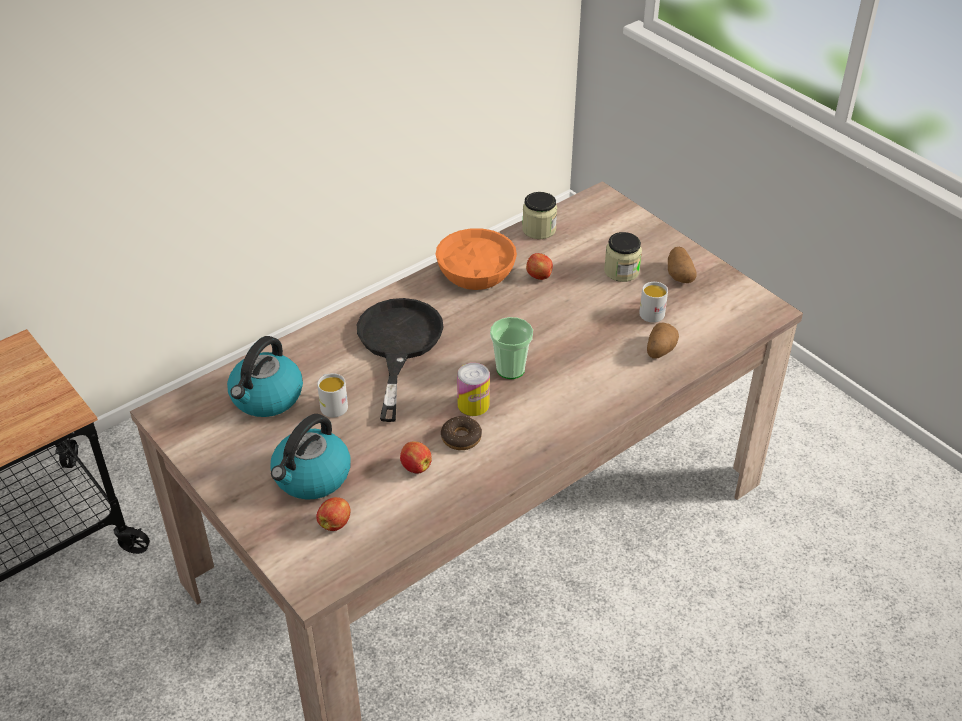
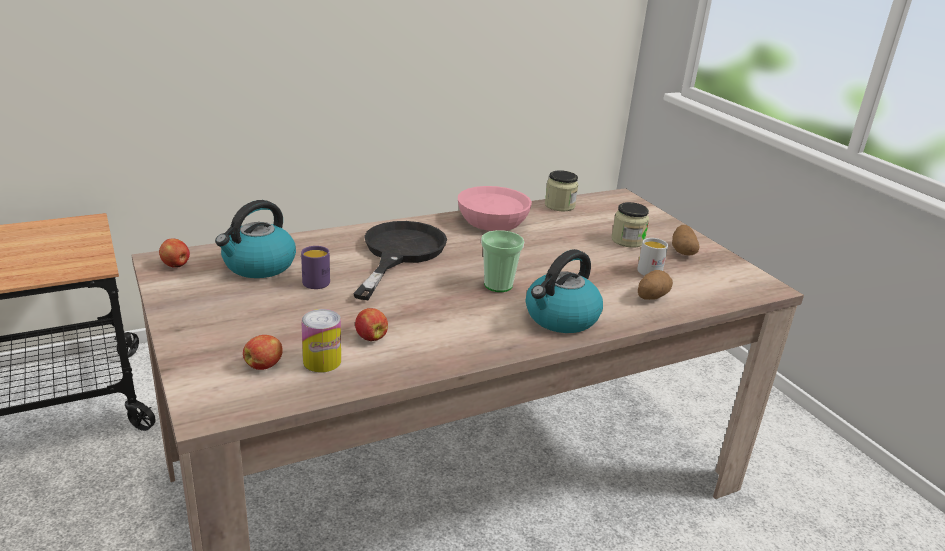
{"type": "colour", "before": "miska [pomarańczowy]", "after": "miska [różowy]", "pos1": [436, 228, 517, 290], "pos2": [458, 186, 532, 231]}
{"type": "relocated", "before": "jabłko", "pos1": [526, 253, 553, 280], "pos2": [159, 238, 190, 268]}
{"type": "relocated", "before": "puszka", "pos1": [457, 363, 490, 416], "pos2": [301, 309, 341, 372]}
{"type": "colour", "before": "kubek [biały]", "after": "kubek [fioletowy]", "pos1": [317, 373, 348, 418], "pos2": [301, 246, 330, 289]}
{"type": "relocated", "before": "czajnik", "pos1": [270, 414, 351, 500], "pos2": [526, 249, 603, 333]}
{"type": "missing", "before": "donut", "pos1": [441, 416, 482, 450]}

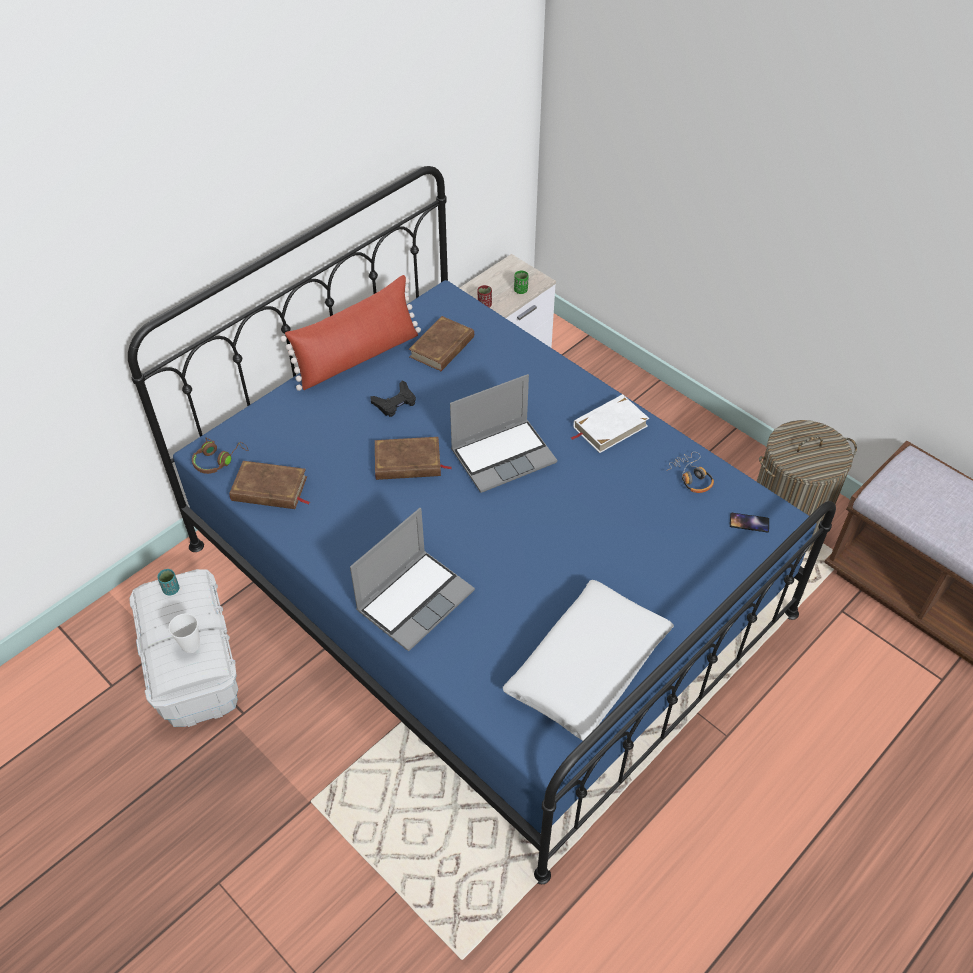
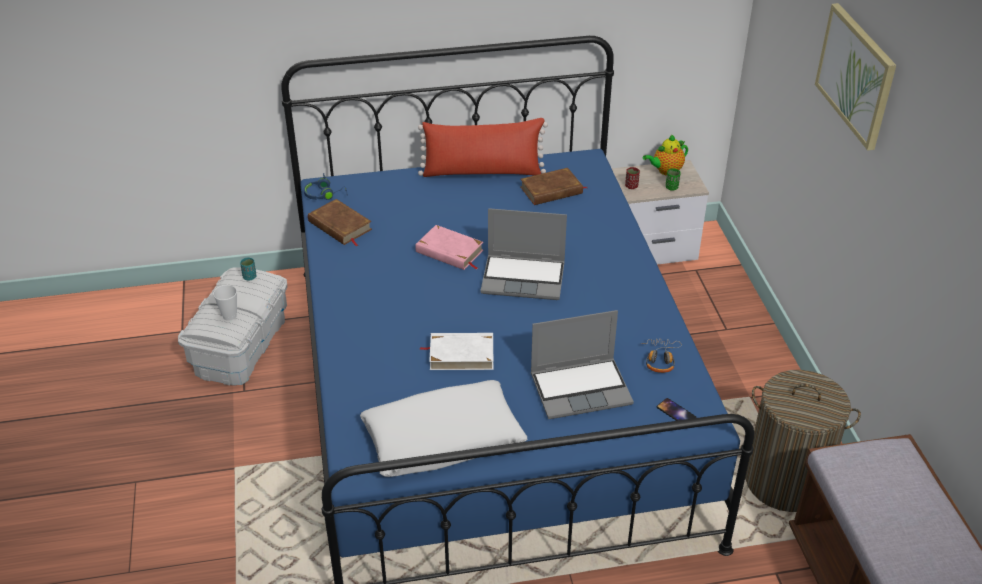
{"type": "missing", "before": "pad do gier [czarny]", "pos1": [370, 381, 416, 417]}
{"type": "relocated", "before": "książka [biały]", "pos1": [571, 394, 649, 453], "pos2": [420, 333, 493, 370]}
{"type": "colour", "before": "słuchawki [brązowy]", "after": "słuchawki [niebieski]", "pos1": [192, 437, 249, 474], "pos2": [304, 173, 348, 200]}
{"type": "colour", "before": "książka [brązowy]", "after": "książka [różowy]", "pos1": [375, 437, 452, 480], "pos2": [415, 225, 483, 270]}
{"type": "relocated", "before": "laptop", "pos1": [350, 508, 475, 651], "pos2": [531, 310, 634, 419]}
{"type": "appeared", "after": "obraz", "pos2": [815, 3, 896, 150]}
{"type": "appeared", "after": "imbryk", "pos2": [643, 134, 688, 176]}

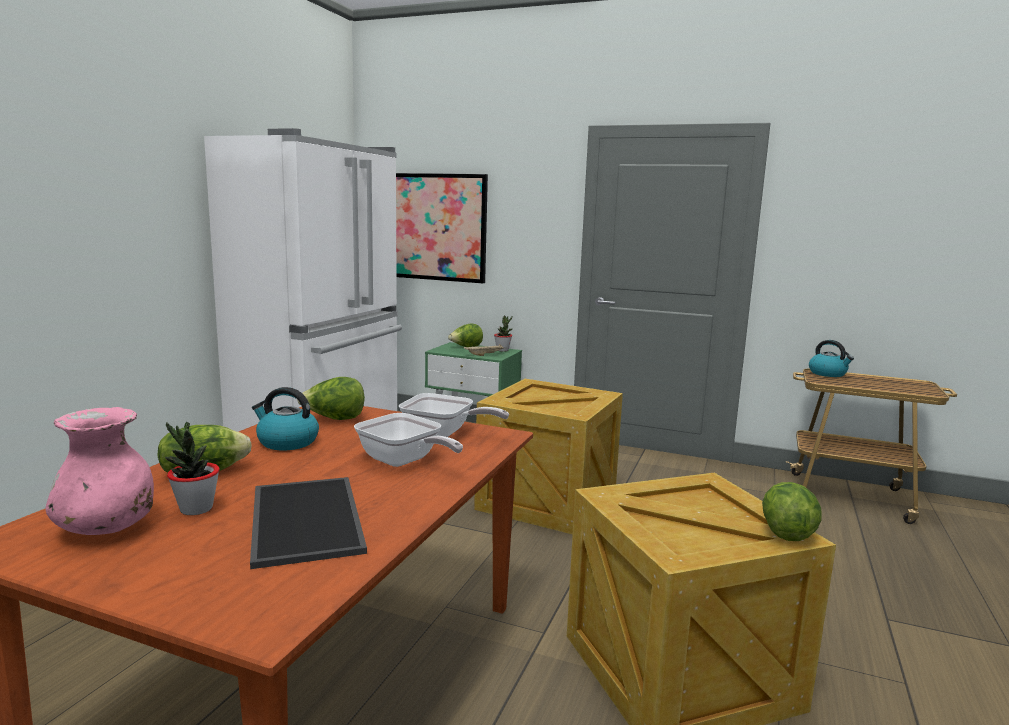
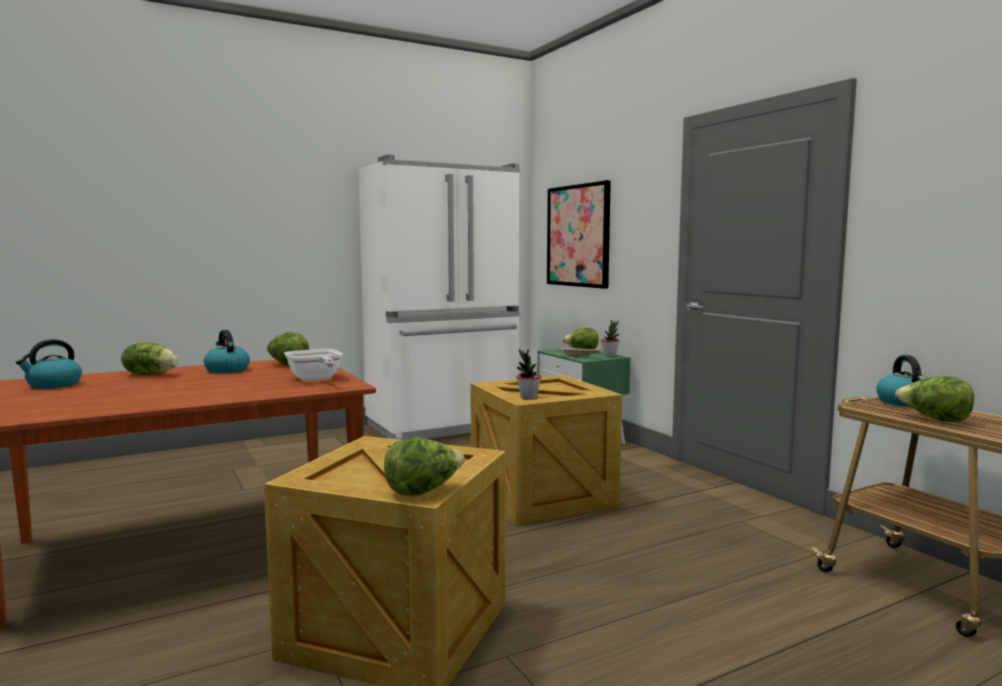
{"type": "exchanged", "before": "wazon [różowy]", "after": "czajnik", "pos1": [45, 407, 154, 535], "pos2": [16, 339, 82, 388]}
{"type": "missing", "before": "patelnia", "pos1": [354, 413, 463, 467]}
{"type": "relocated", "before": "roślina doniczkowa", "pos1": [165, 422, 220, 515], "pos2": [516, 349, 541, 399]}
{"type": "missing", "before": "taca", "pos1": [250, 477, 367, 569]}
{"type": "appeared", "after": "sałata", "pos2": [895, 376, 974, 422]}

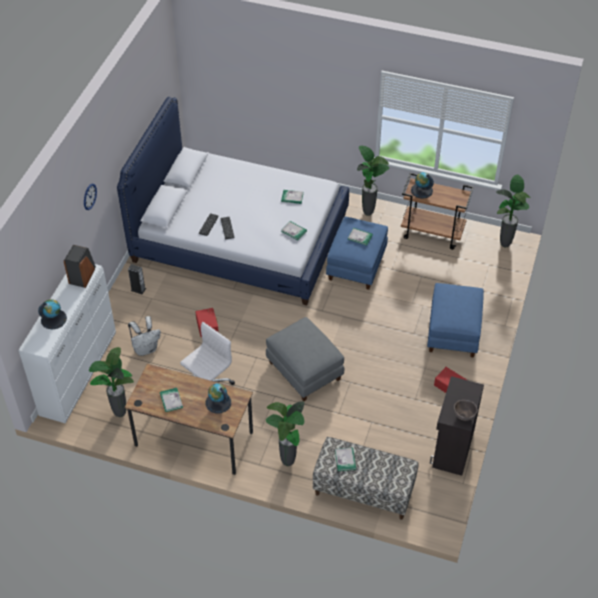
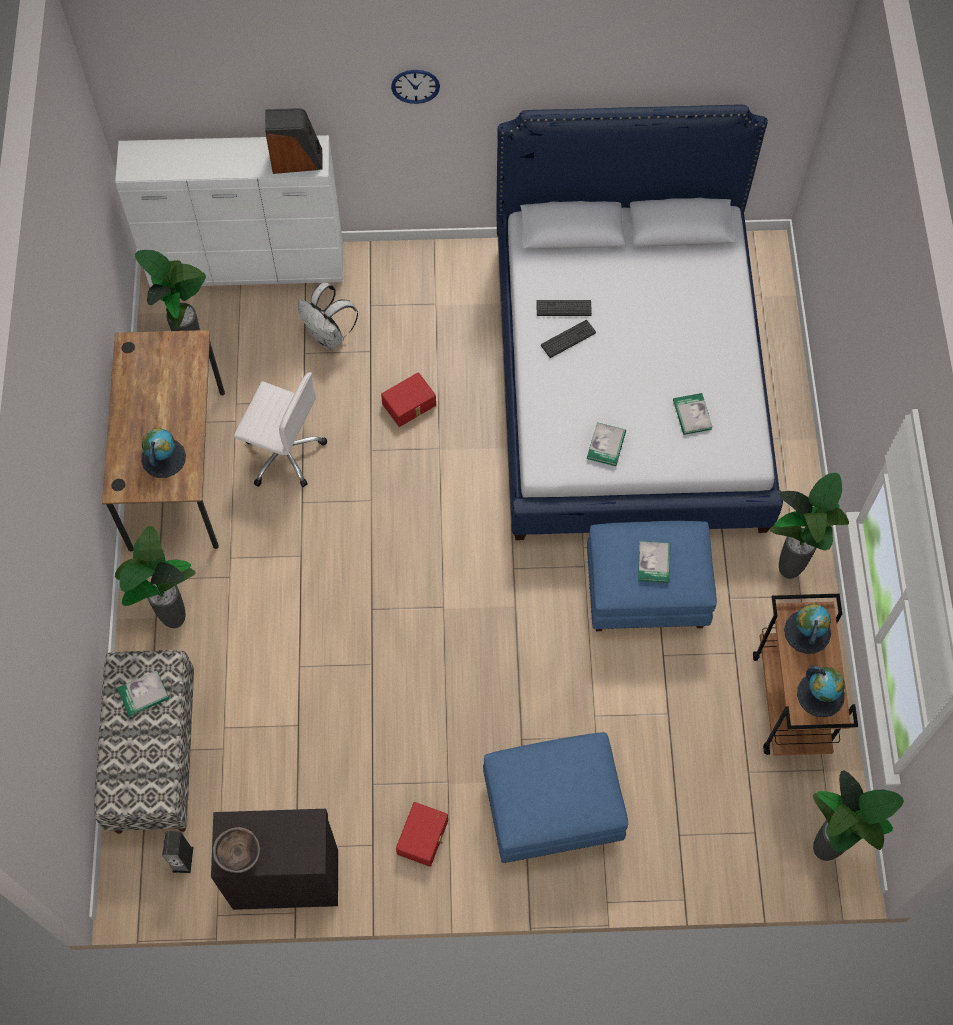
{"type": "relocated", "before": "głośnik", "pos1": [128, 264, 146, 294], "pos2": [162, 831, 193, 873]}
{"type": "relocated", "before": "globus", "pos1": [38, 299, 67, 329], "pos2": [797, 666, 845, 718]}
{"type": "missing", "before": "pufa [szary]", "pos1": [266, 317, 344, 401]}
{"type": "missing", "before": "książka", "pos1": [160, 388, 183, 412]}

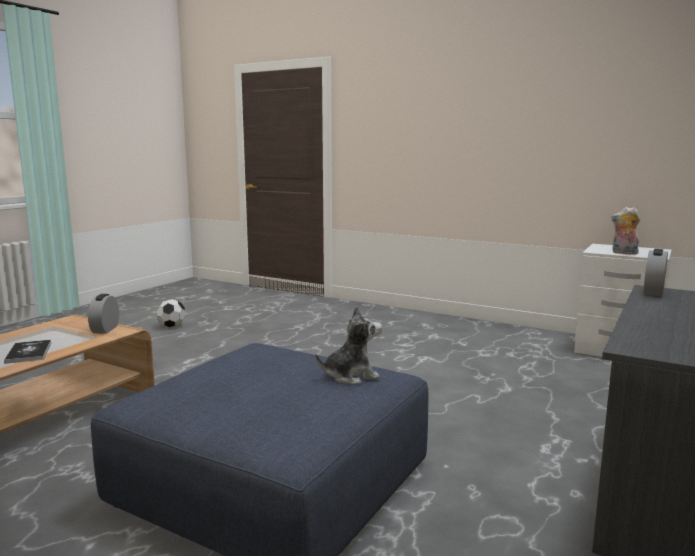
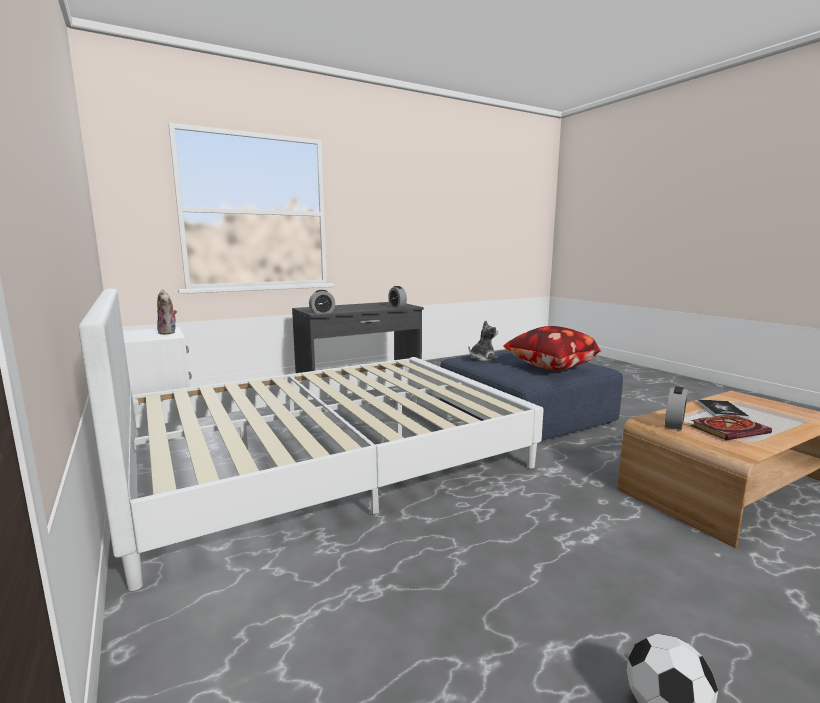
{"type": "spun", "before": "pluszak", "pos1": [315, 306, 382, 384], "pos2": [469, 320, 498, 361], "turn": 135}
{"type": "appeared", "after": "budzik", "pos2": [388, 286, 407, 308]}
{"type": "appeared", "after": "łóżko [biały]", "pos2": [79, 289, 544, 591]}
{"type": "appeared", "after": "poduszka", "pos2": [503, 326, 601, 370]}
{"type": "appeared", "after": "książka", "pos2": [690, 414, 772, 440]}

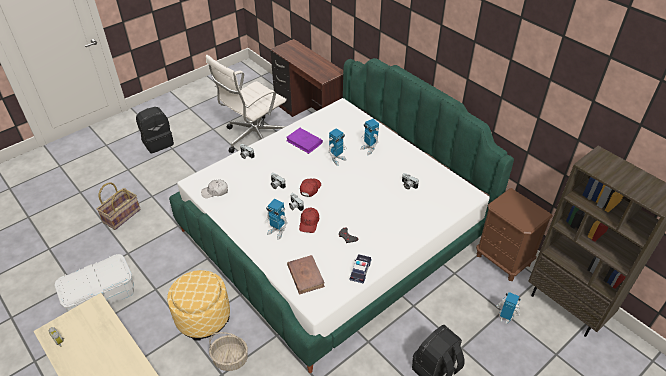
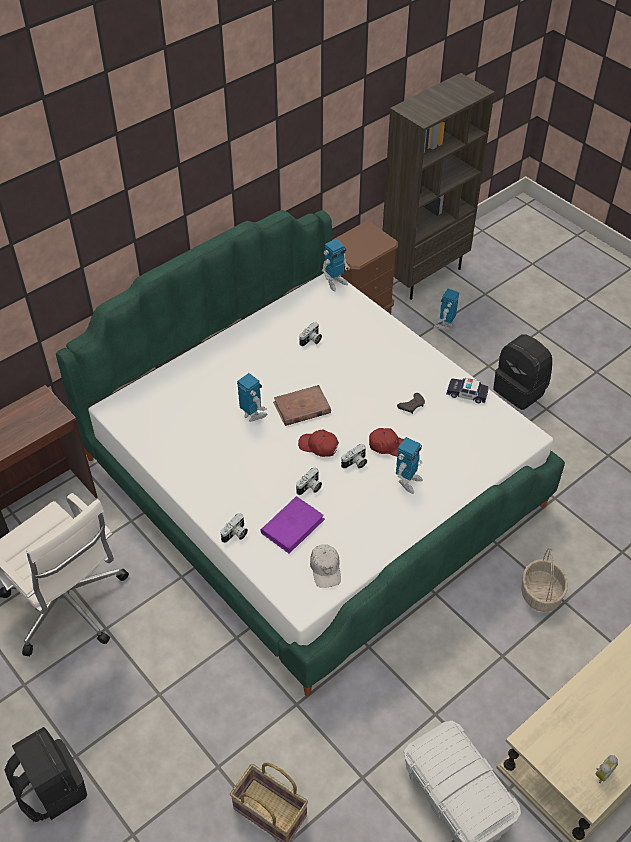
{"type": "relocated", "before": "robot zabawkowy", "pos1": [360, 119, 379, 155], "pos2": [322, 239, 350, 291]}
{"type": "relocated", "before": "książka [fioletowy]", "pos1": [286, 128, 323, 154], "pos2": [260, 496, 325, 554]}
{"type": "relocated", "before": "książka [brązowy]", "pos1": [287, 255, 325, 294], "pos2": [273, 385, 331, 426]}
{"type": "missing", "before": "pufa", "pos1": [167, 270, 230, 341]}

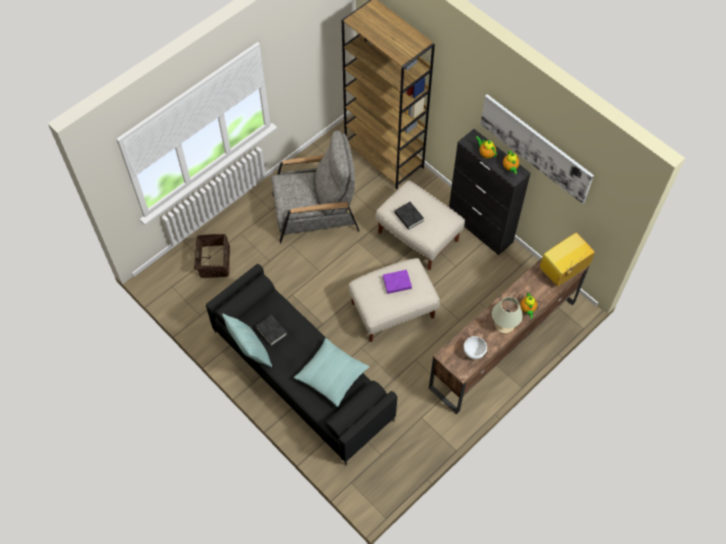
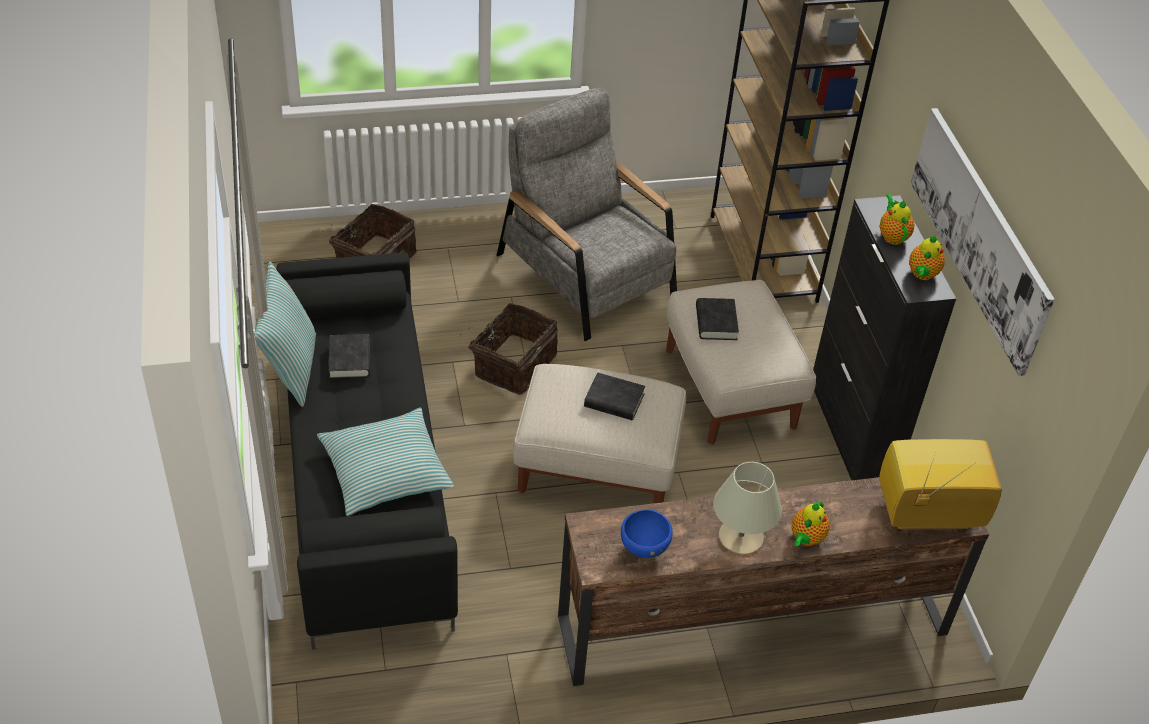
{"type": "spun", "before": "fotel [szary]", "pos1": [271, 130, 359, 244], "pos2": [496, 88, 677, 341], "turn": -150}
{"type": "colour", "before": "książka [fioletowy]", "after": "książka [czarny]", "pos1": [383, 270, 412, 294], "pos2": [584, 372, 645, 420]}
{"type": "colour", "before": "miska [biały]", "after": "miska [niebieski]", "pos1": [463, 336, 487, 359], "pos2": [621, 509, 673, 558]}
{"type": "appeared", "after": "koszyk", "pos2": [460, 303, 558, 395]}

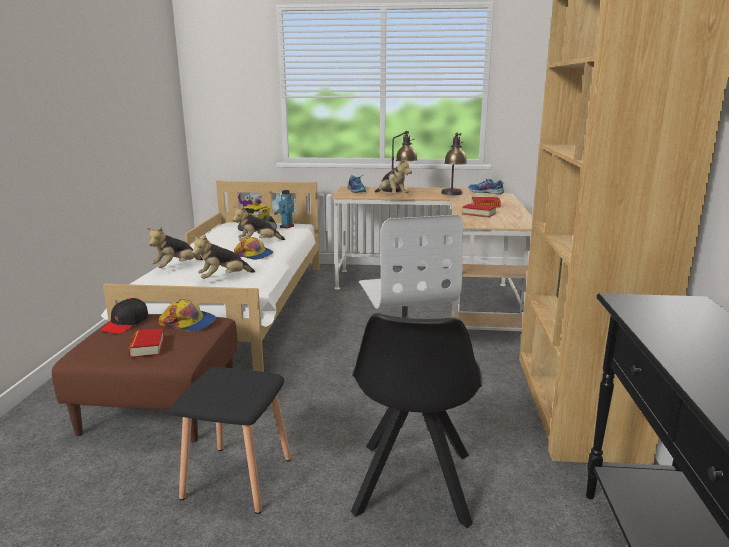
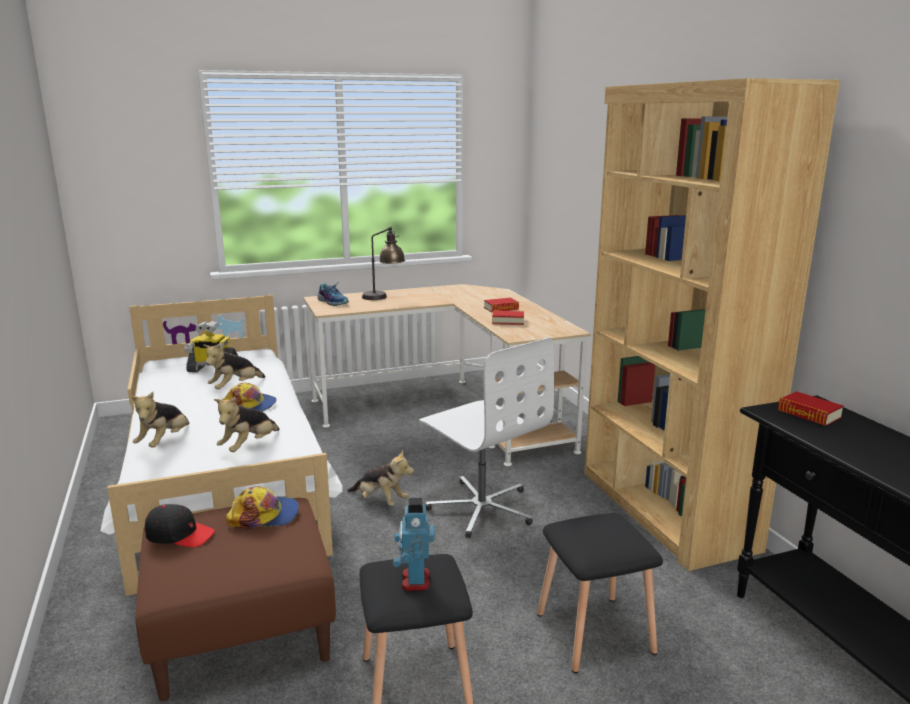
{"type": "missing", "before": "lampa stołowa", "pos1": [441, 133, 467, 195]}
{"type": "relocated", "before": "pluszak", "pos1": [374, 159, 412, 194], "pos2": [347, 449, 414, 506]}
{"type": "missing", "before": "but", "pos1": [468, 179, 504, 194]}
{"type": "relocated", "before": "robot zabawkowy", "pos1": [274, 190, 294, 229], "pos2": [393, 498, 435, 591]}
{"type": "spun", "before": "czapka z daszkiem [czarny]", "pos1": [100, 298, 149, 334], "pos2": [145, 504, 215, 547], "turn": -75}
{"type": "exchanged", "before": "krzesło [czarny]", "after": "stołek [czarny]", "pos1": [351, 313, 483, 528], "pos2": [537, 513, 663, 673]}
{"type": "relocated", "before": "książka", "pos1": [128, 328, 165, 357], "pos2": [778, 391, 844, 426]}

